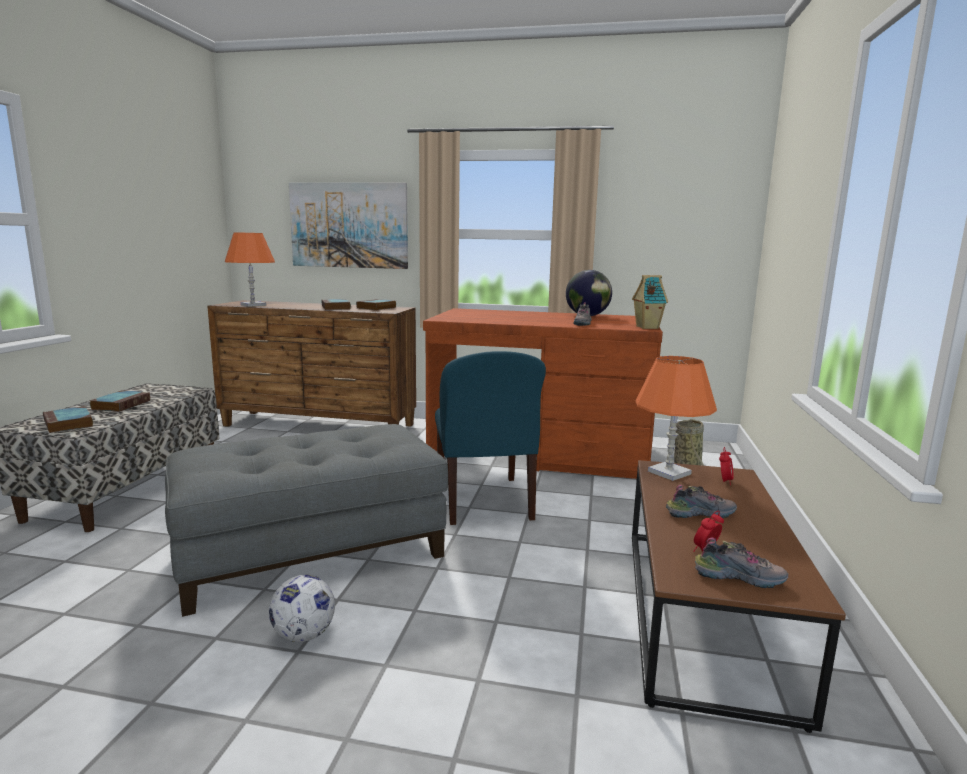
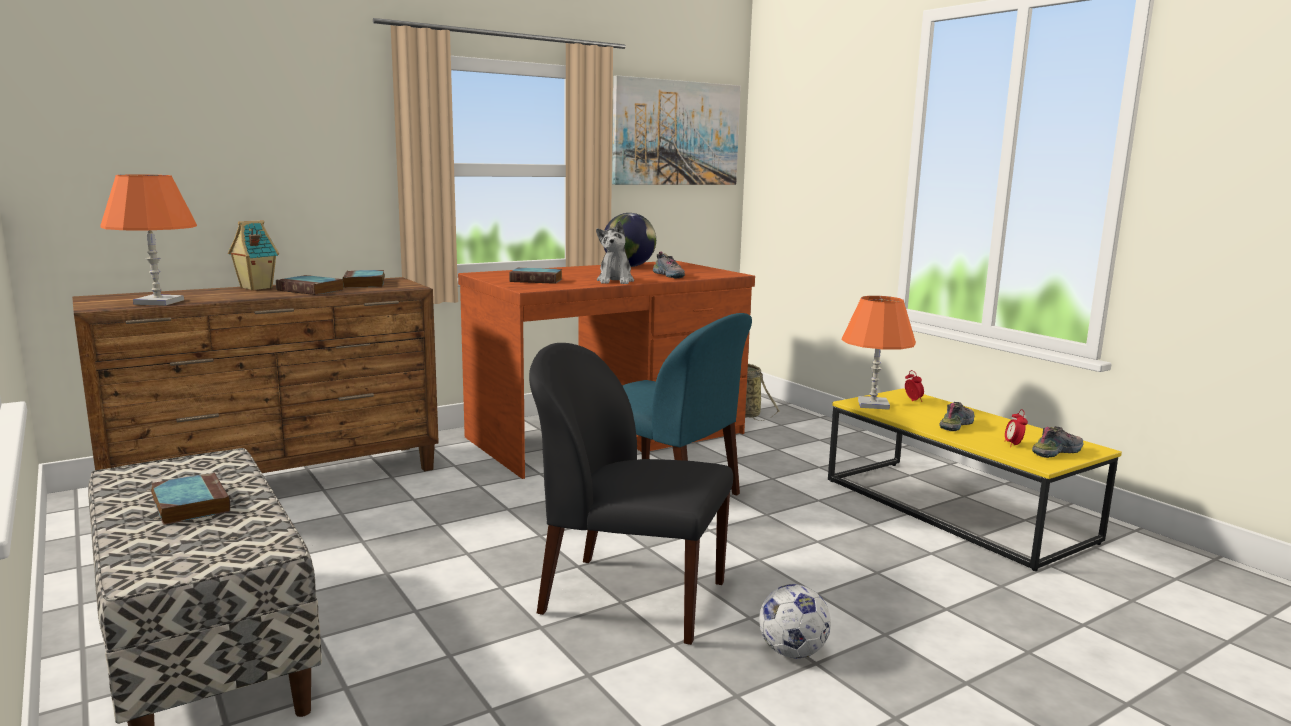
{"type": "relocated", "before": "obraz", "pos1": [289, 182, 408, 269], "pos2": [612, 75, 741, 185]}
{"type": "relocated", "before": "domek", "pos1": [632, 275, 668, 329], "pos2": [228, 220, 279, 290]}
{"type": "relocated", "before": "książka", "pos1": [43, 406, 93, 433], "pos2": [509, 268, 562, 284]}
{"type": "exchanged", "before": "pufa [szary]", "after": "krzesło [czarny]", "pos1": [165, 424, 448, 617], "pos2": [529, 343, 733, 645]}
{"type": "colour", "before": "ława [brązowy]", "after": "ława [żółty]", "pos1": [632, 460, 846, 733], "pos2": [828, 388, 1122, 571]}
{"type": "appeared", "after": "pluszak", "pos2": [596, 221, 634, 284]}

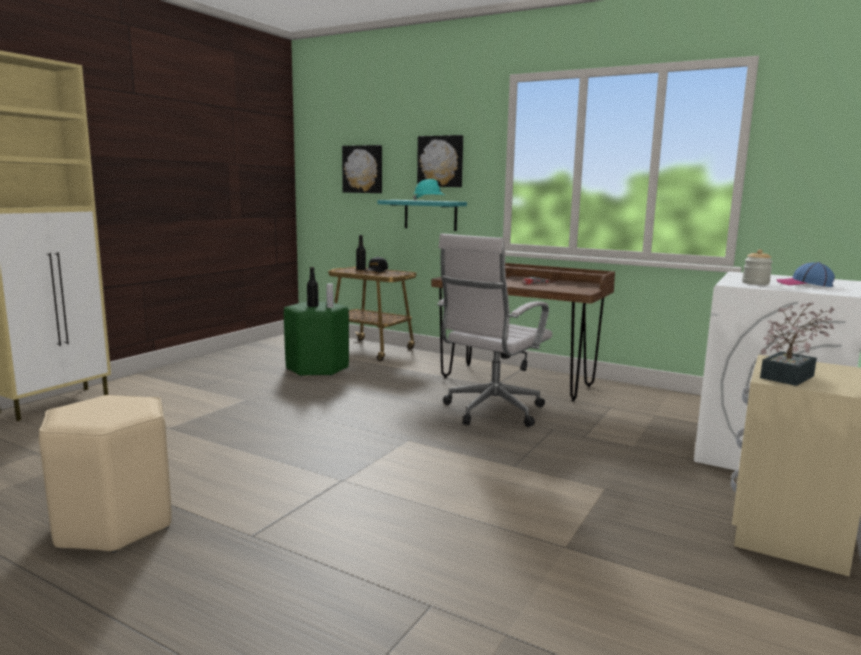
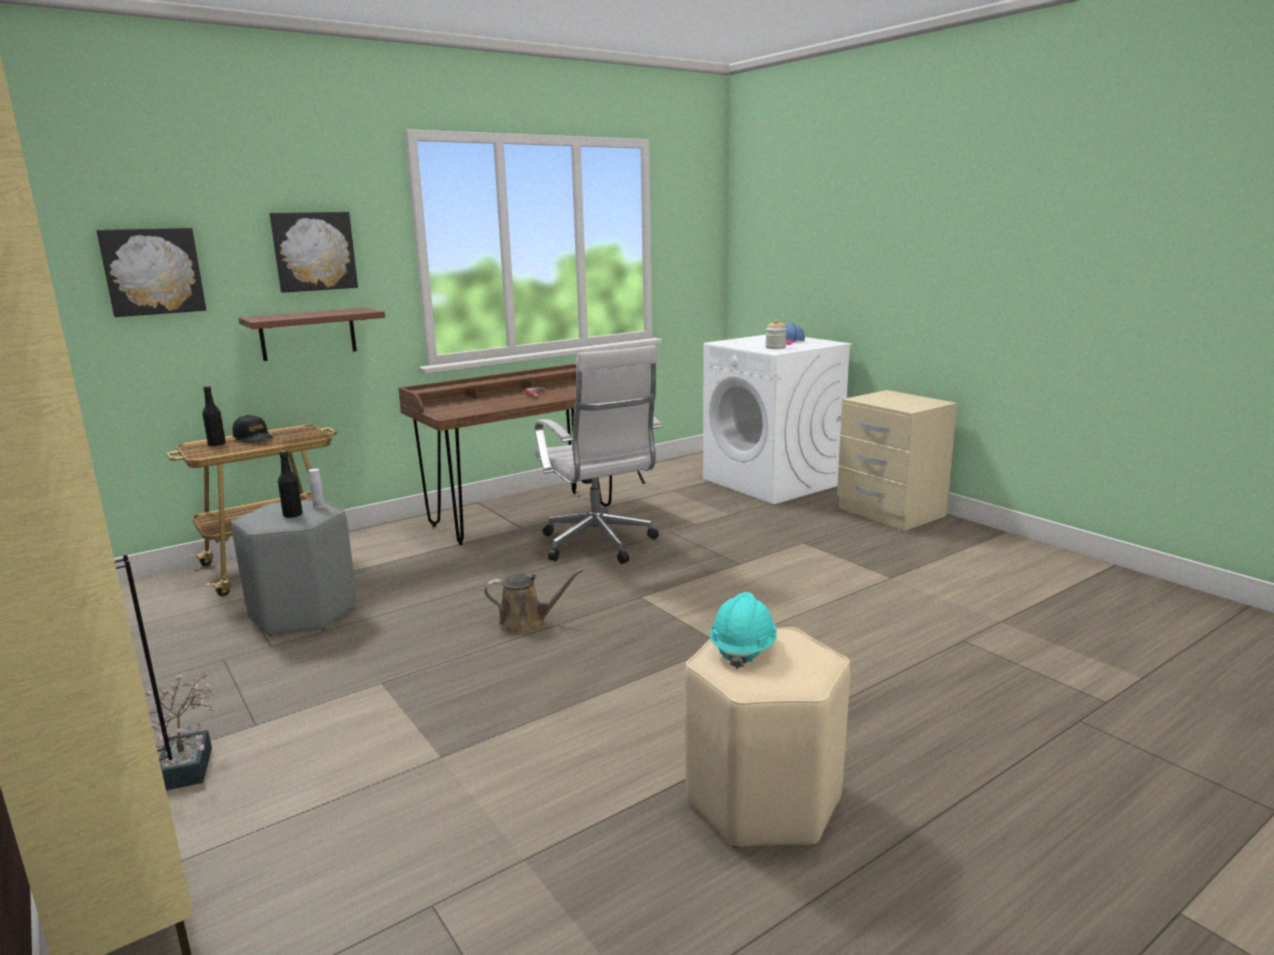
{"type": "relocated", "before": "kask [turkusowy]", "pos1": [413, 179, 444, 201], "pos2": [710, 592, 777, 669]}
{"type": "colour", "before": "półka [turkusowy]", "after": "półka [brązowy]", "pos1": [378, 200, 467, 231], "pos2": [239, 308, 385, 361]}
{"type": "colour", "before": "stołek [zielony]", "after": "stołek [szary]", "pos1": [284, 302, 349, 377], "pos2": [231, 499, 357, 636]}
{"type": "relocated", "before": "roślina doniczkowa", "pos1": [760, 302, 835, 386], "pos2": [145, 673, 215, 790]}
{"type": "appeared", "after": "konewka [brązowy]", "pos2": [484, 569, 583, 634]}

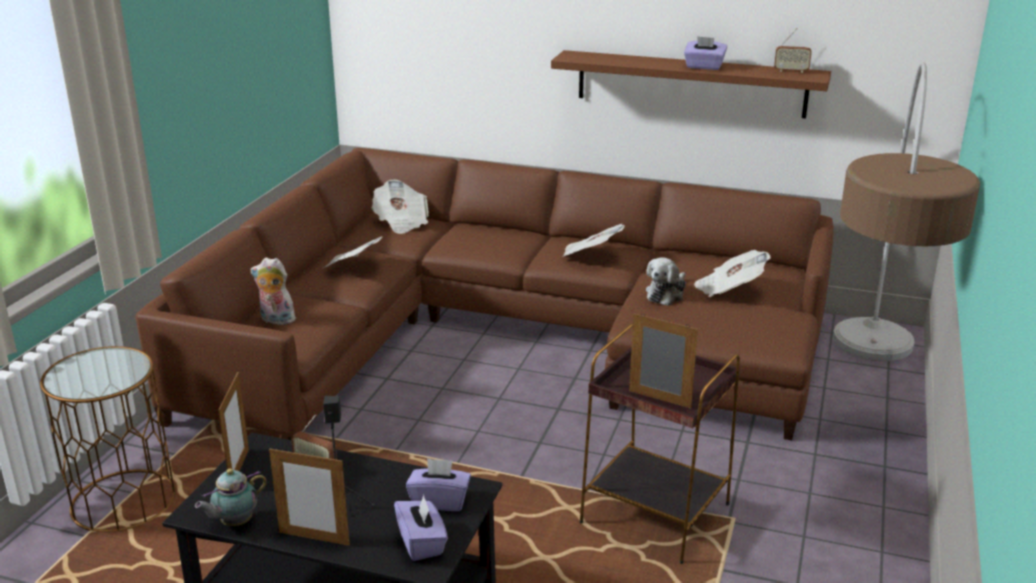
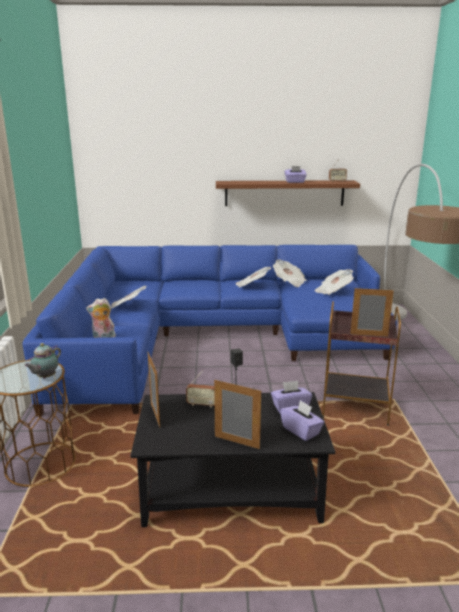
{"type": "colour", "before": "kanapa [brązowy]", "after": "kanapa [niebieski]", "pos1": [136, 148, 834, 440], "pos2": [22, 245, 397, 417]}
{"type": "relocated", "before": "gazeta", "pos1": [372, 180, 429, 234], "pos2": [273, 259, 306, 287]}
{"type": "missing", "before": "pluszak", "pos1": [646, 257, 686, 306]}
{"type": "spun", "before": "ramka na zdjęcie", "pos1": [269, 447, 350, 546], "pos2": [214, 380, 261, 449], "turn": -150}
{"type": "relocated", "before": "imbryk", "pos1": [195, 469, 267, 526], "pos2": [24, 343, 61, 378]}

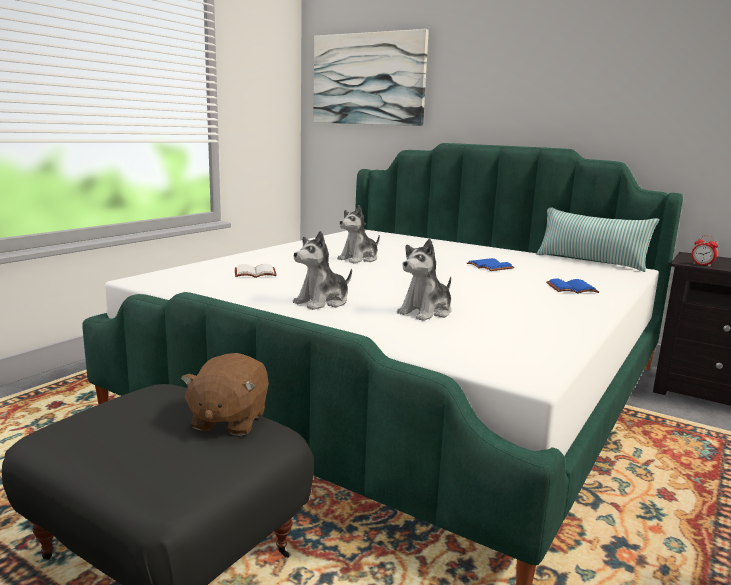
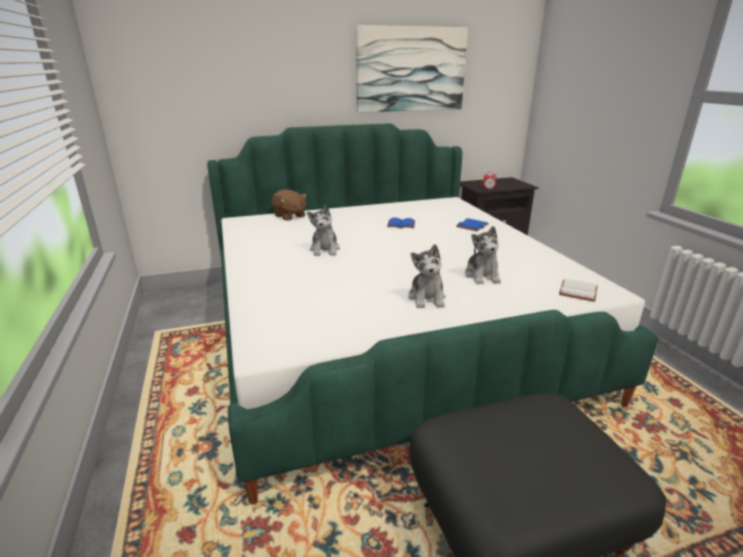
{"type": "relocated", "before": "obraz", "pos1": [313, 29, 429, 126], "pos2": [356, 25, 468, 112]}
{"type": "missing", "before": "poduszka", "pos1": [536, 207, 659, 272]}
{"type": "relocated", "before": "książka [biały]", "pos1": [235, 264, 277, 278], "pos2": [559, 279, 598, 302]}
{"type": "relocated", "before": "pluszak [brązowy]", "pos1": [181, 353, 269, 436], "pos2": [272, 189, 307, 221]}

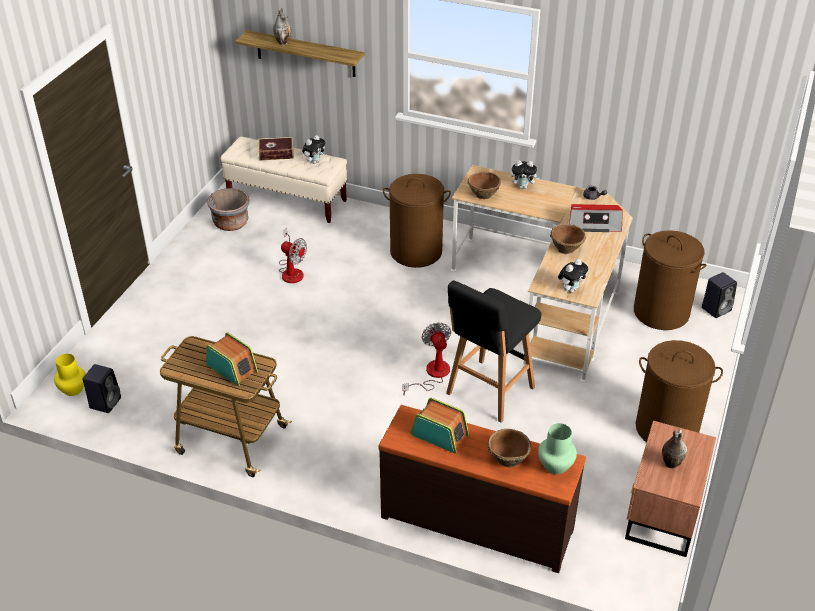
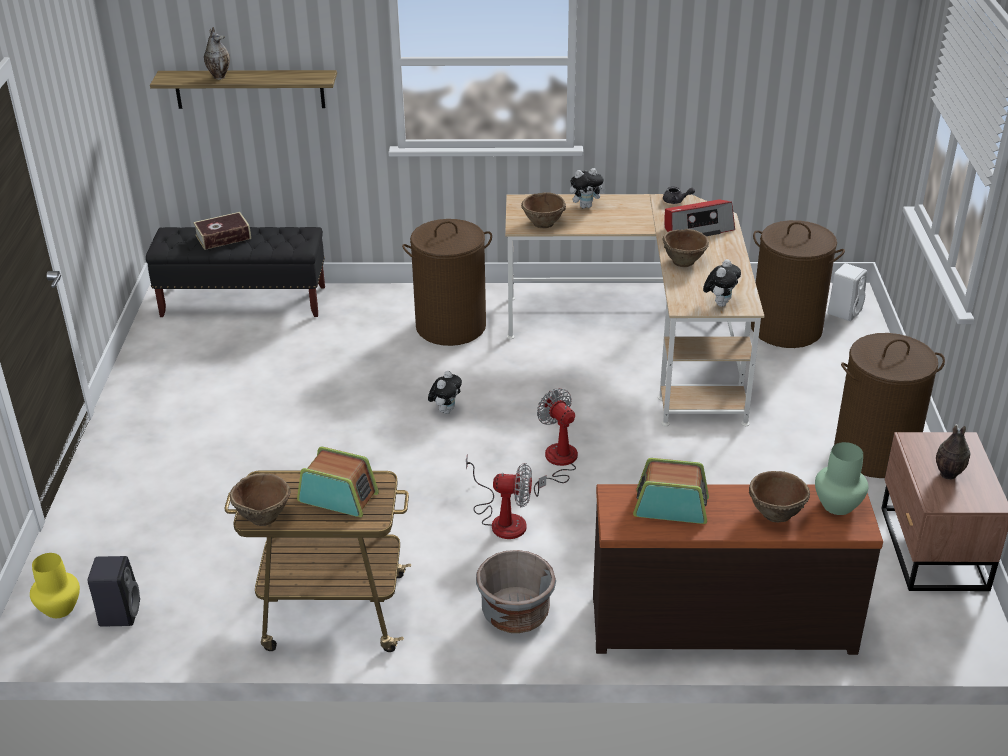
{"type": "relocated", "before": "pluszak", "pos1": [302, 135, 325, 164], "pos2": [428, 371, 462, 414]}
{"type": "colour", "before": "ławka [beżowy]", "after": "ławka [czarny]", "pos1": [221, 136, 347, 223], "pos2": [146, 227, 325, 317]}
{"type": "relocated", "before": "donica [szary]", "pos1": [207, 188, 250, 231], "pos2": [476, 550, 556, 633]}
{"type": "relocated", "before": "wentylator", "pos1": [279, 228, 307, 283], "pos2": [466, 454, 532, 539]}
{"type": "colour", "before": "głośnik [czarny]", "after": "głośnik [biały]", "pos1": [702, 272, 737, 318], "pos2": [827, 263, 867, 321]}
{"type": "missing", "before": "stołek [czarny]", "pos1": [446, 280, 541, 423]}
{"type": "appeared", "after": "miska [brązowy]", "pos2": [230, 473, 291, 526]}

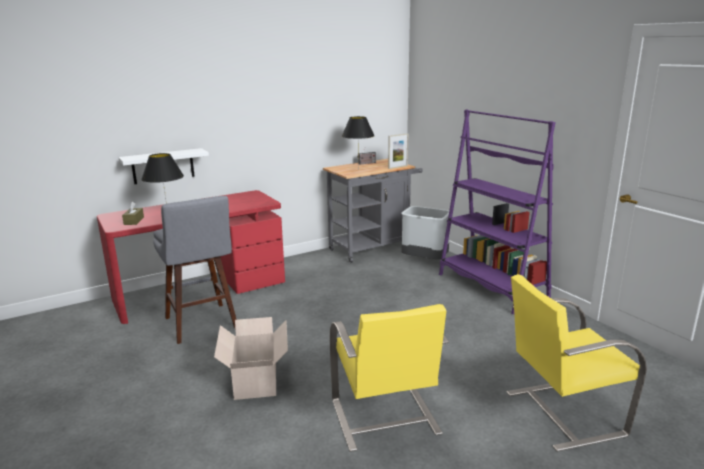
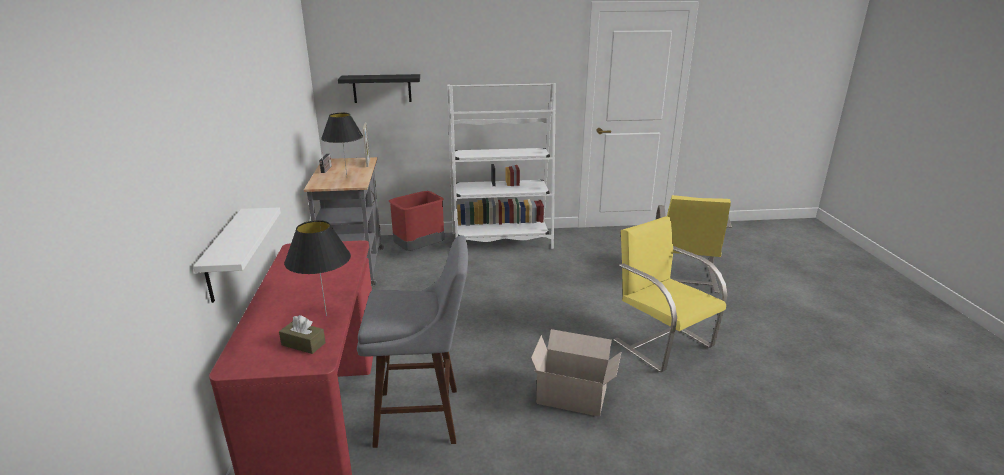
{"type": "colour", "before": "regał [fioletowy]", "after": "regał [biały]", "pos1": [439, 109, 556, 314], "pos2": [447, 83, 556, 249]}
{"type": "colour", "before": "kosz na śmieci [szary]", "after": "kosz na śmieci [czerwony]", "pos1": [401, 206, 450, 259], "pos2": [389, 191, 444, 251]}
{"type": "spun", "before": "krzesło [żółty]", "pos1": [329, 304, 449, 452], "pos2": [614, 216, 727, 372], "turn": -135}
{"type": "appeared", "after": "półka [czarny]", "pos2": [338, 74, 420, 103]}

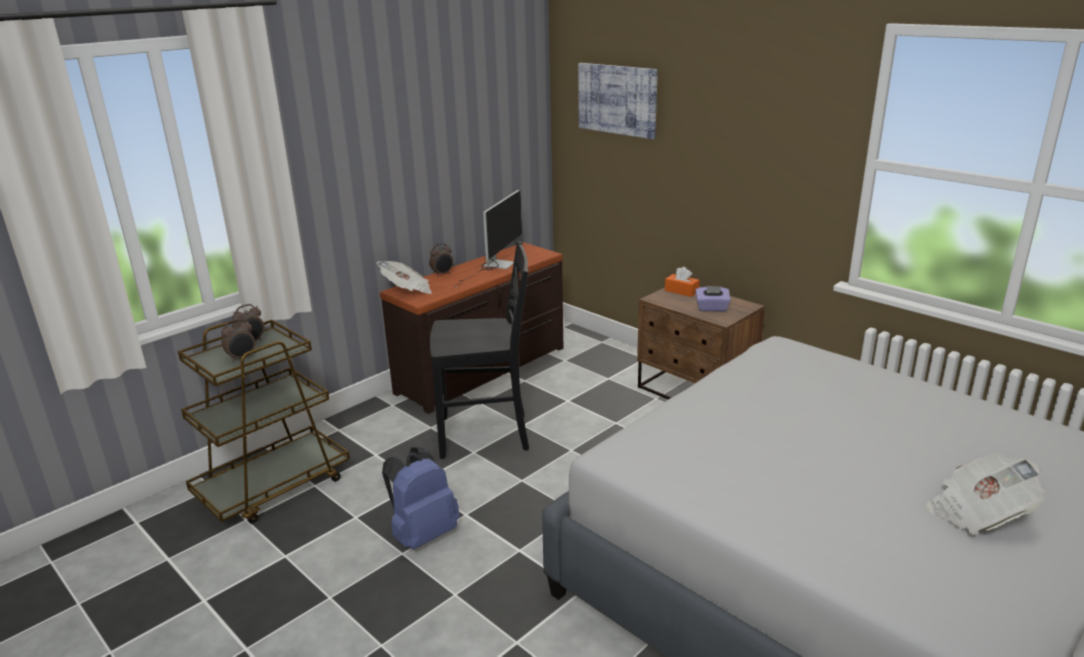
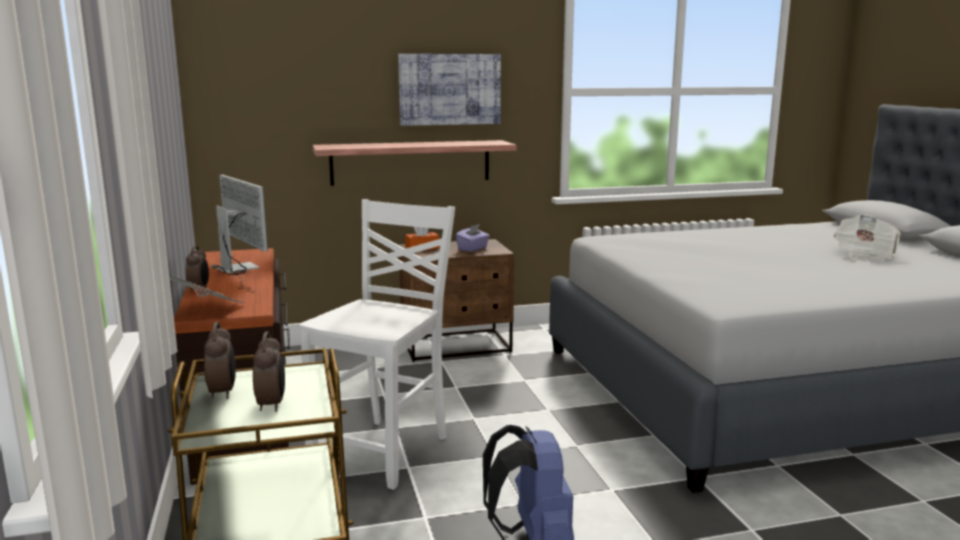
{"type": "relocated", "before": "obraz", "pos1": [578, 63, 658, 139], "pos2": [398, 54, 501, 126]}
{"type": "colour", "before": "krzesło [czarny]", "after": "krzesło [biały]", "pos1": [430, 242, 529, 459], "pos2": [299, 199, 455, 490]}
{"type": "appeared", "after": "półka", "pos2": [313, 140, 516, 186]}

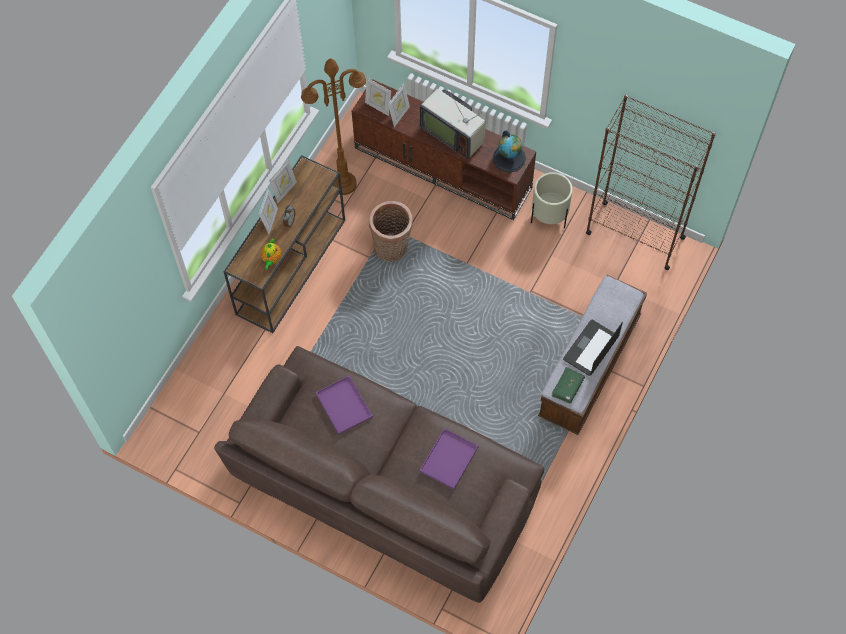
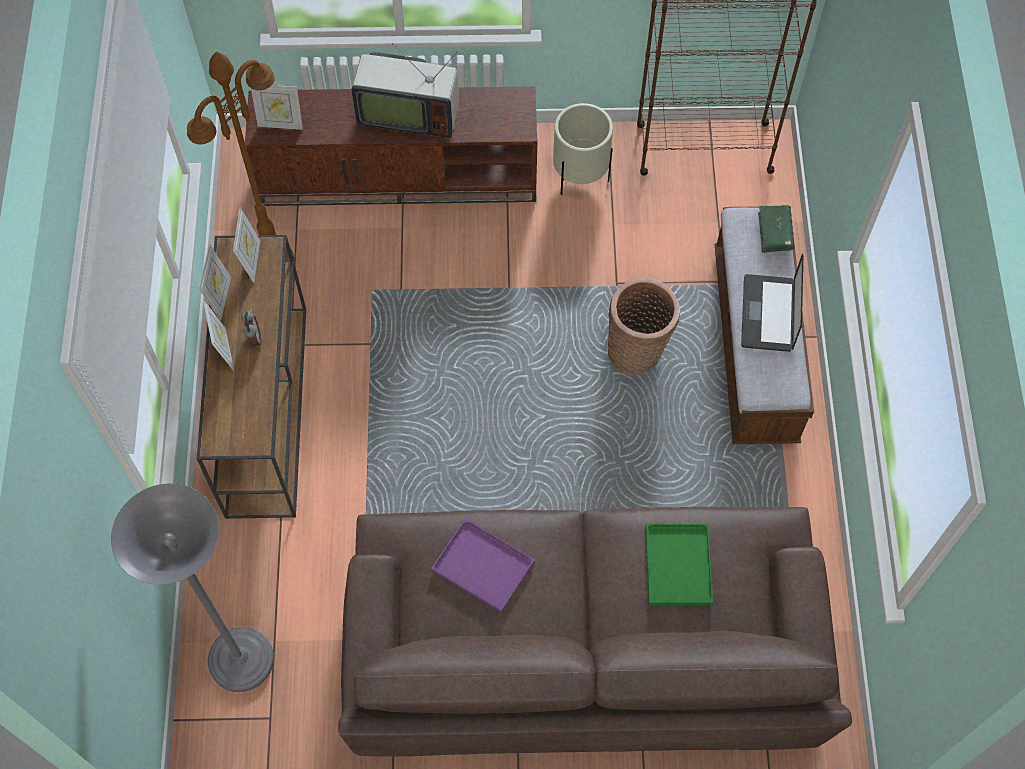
{"type": "relocated", "before": "ramka na zdjęcie", "pos1": [388, 84, 410, 127], "pos2": [233, 207, 260, 283]}
{"type": "missing", "before": "globus", "pos1": [493, 130, 526, 172]}
{"type": "relocated", "before": "koszyk", "pos1": [369, 201, 413, 262], "pos2": [608, 277, 680, 375]}
{"type": "missing", "before": "imbryk", "pos1": [261, 239, 281, 270]}
{"type": "relocated", "before": "książka [zielony]", "pos1": [552, 367, 585, 403], "pos2": [758, 205, 795, 253]}
{"type": "colour", "before": "taca [fioletowy]", "after": "taca [zielony]", "pos1": [420, 428, 479, 489], "pos2": [646, 524, 713, 605]}
{"type": "appeared", "after": "lampa stojąca [szary]", "pos2": [111, 483, 274, 692]}

